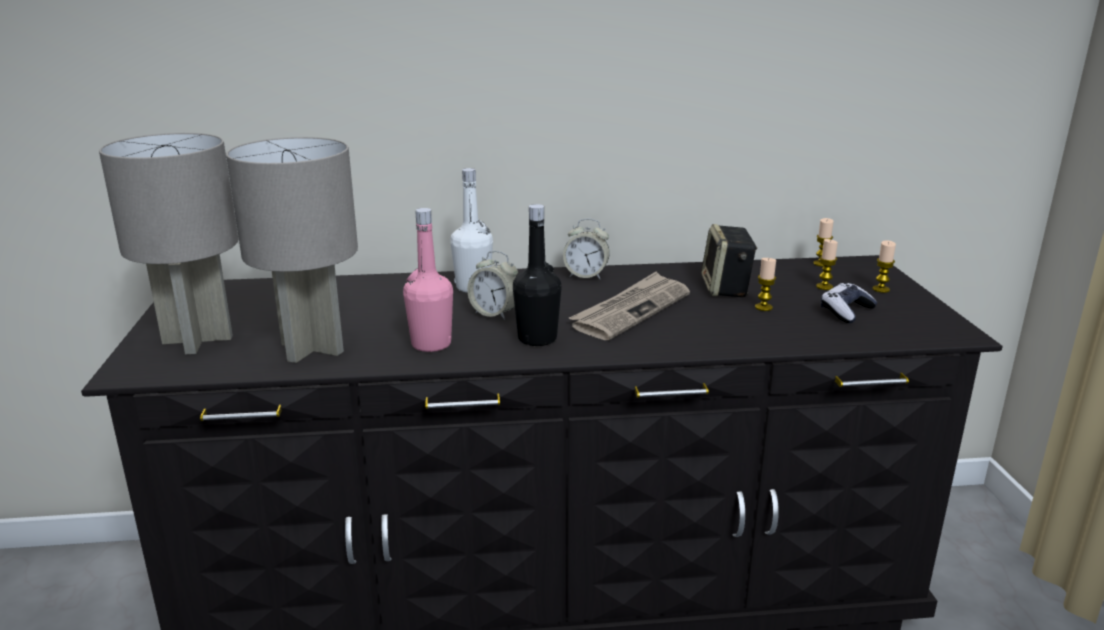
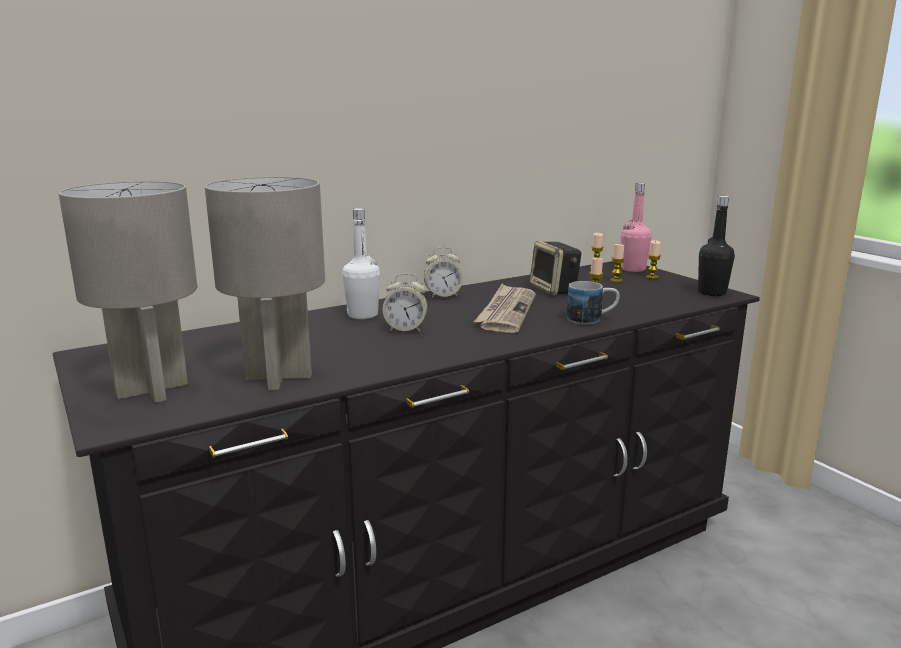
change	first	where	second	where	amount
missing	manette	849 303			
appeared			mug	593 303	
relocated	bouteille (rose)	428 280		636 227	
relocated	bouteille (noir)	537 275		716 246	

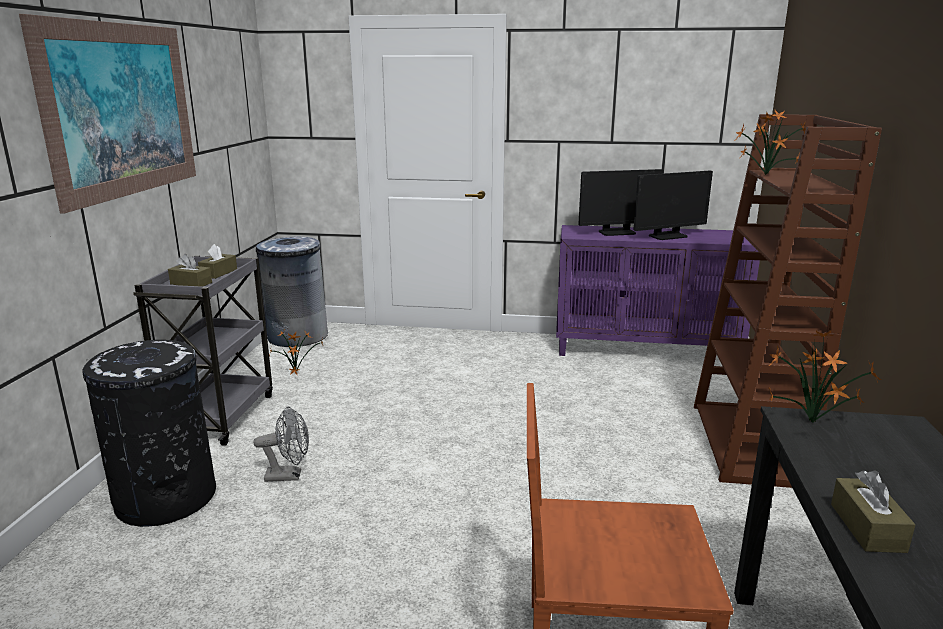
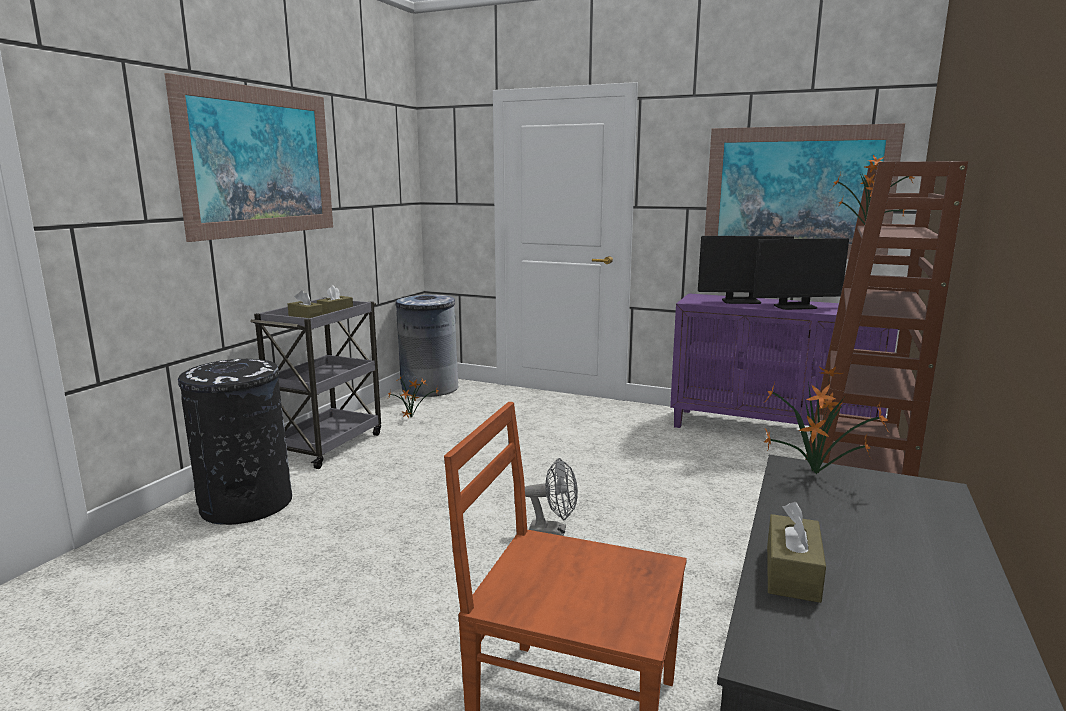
change	first	where	second	where	amount
appeared			tableau	805 191	
relocated	ventilateur (gris)	281 444		551 497	

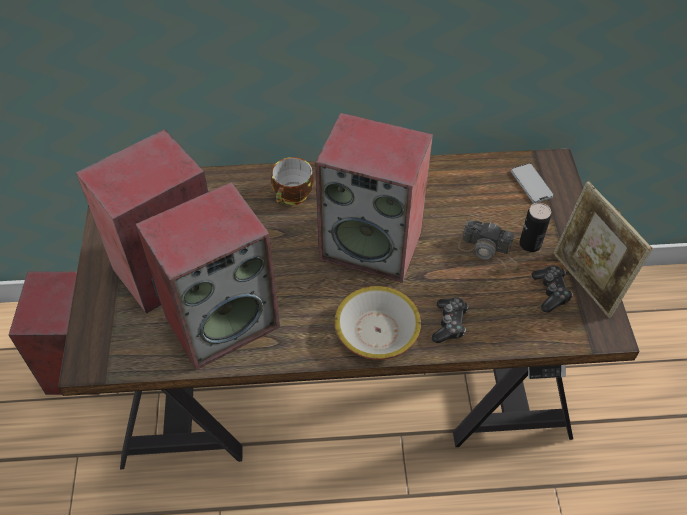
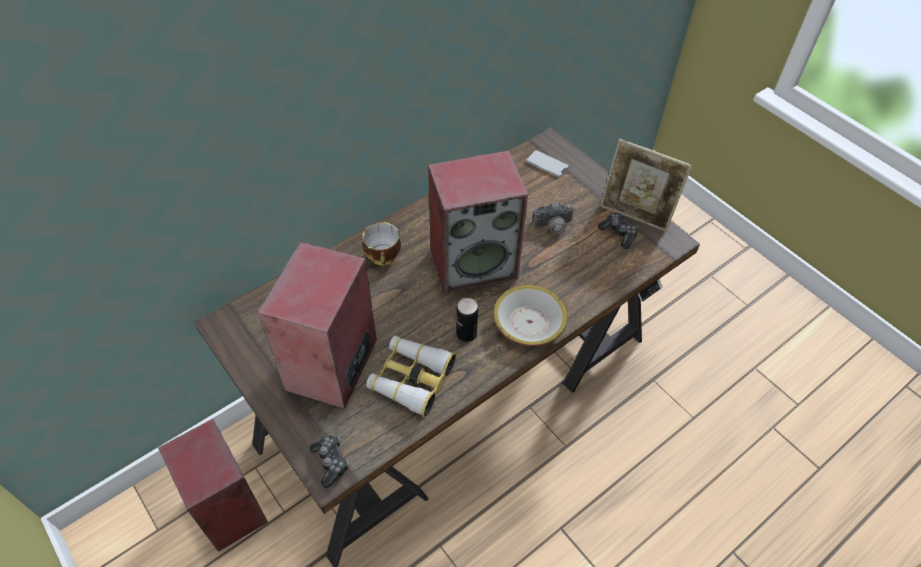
change	first	where	second	where	amount
relocated	manette	450 320		329 461	
relocated	boîte métallique	535 227		467 320	
exchanged	enceinte	207 276	jumelles	411 376	

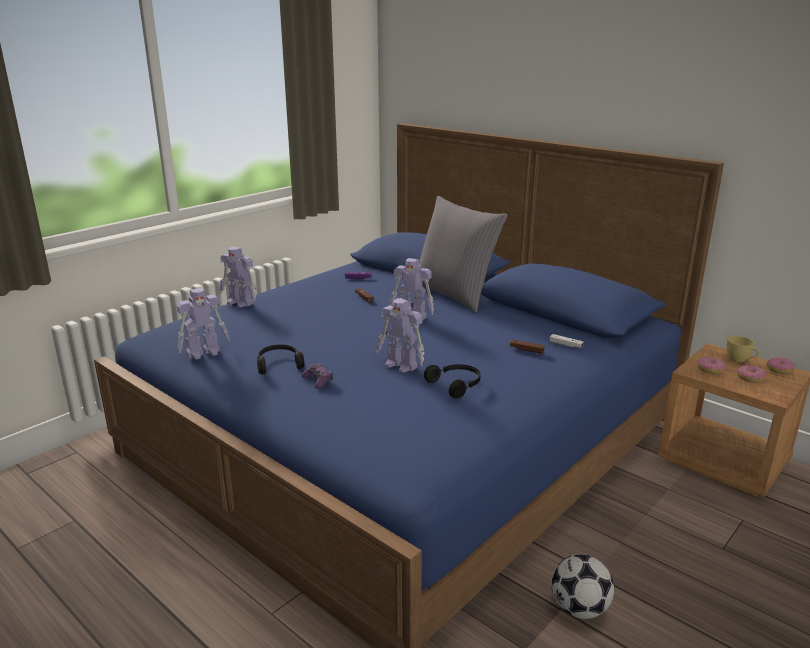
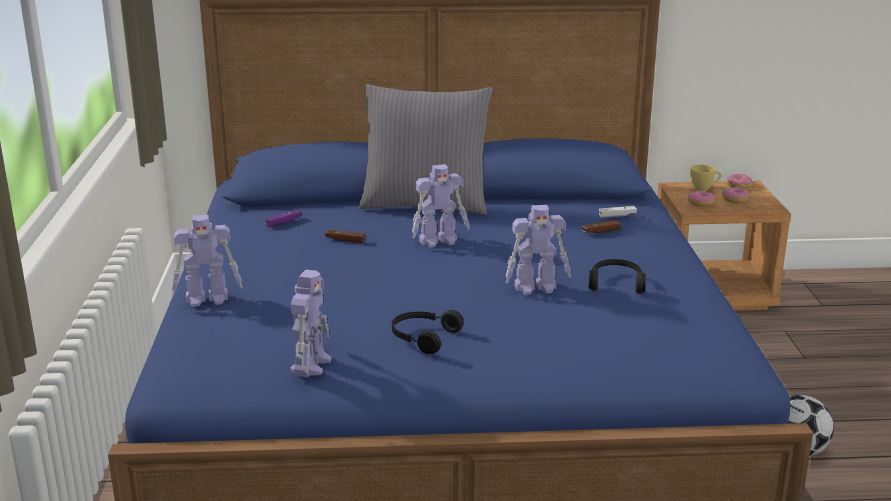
change	first	where	second	where	amount
missing	manette (violet)	317 376			

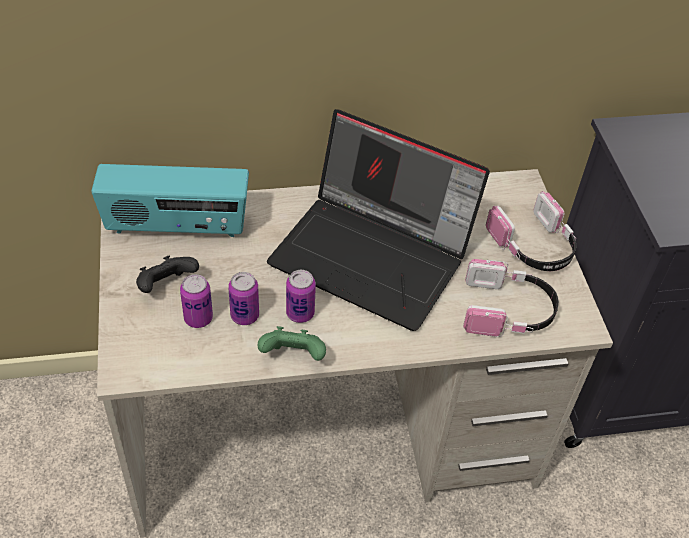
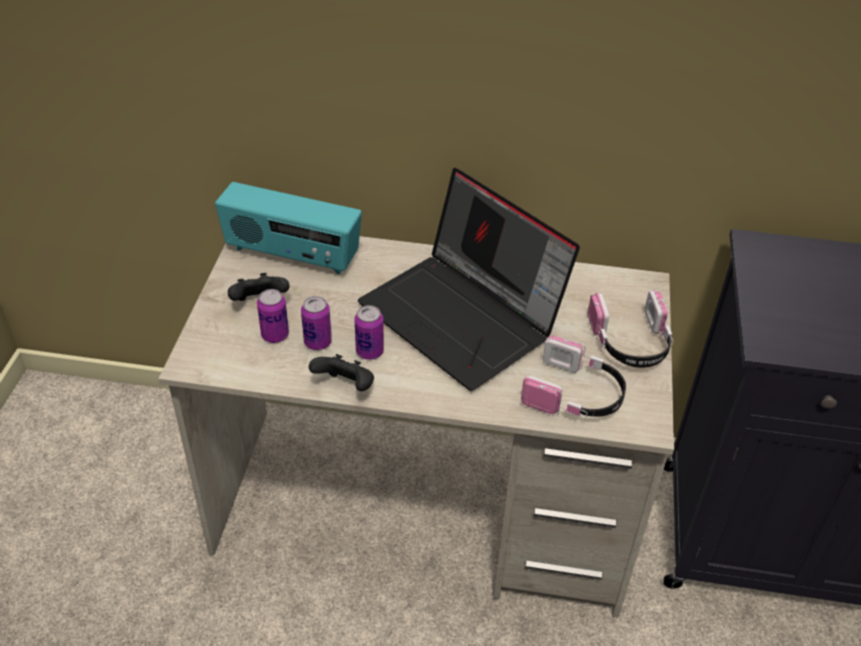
change	first	where	second	where	amount
colour	manette (vert)	291 343	manette (noir)	341 372	

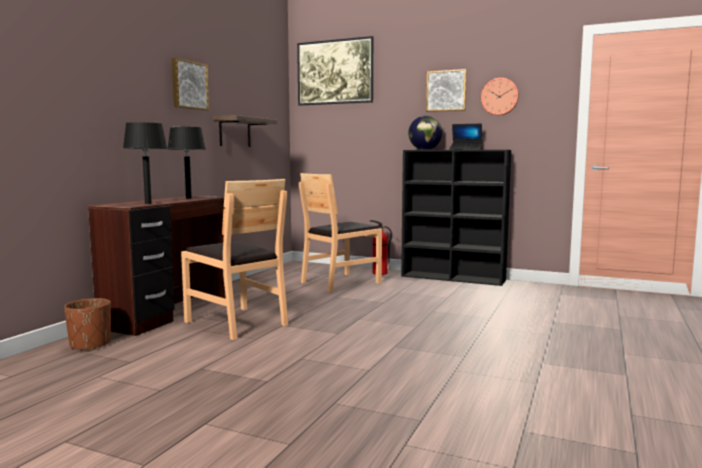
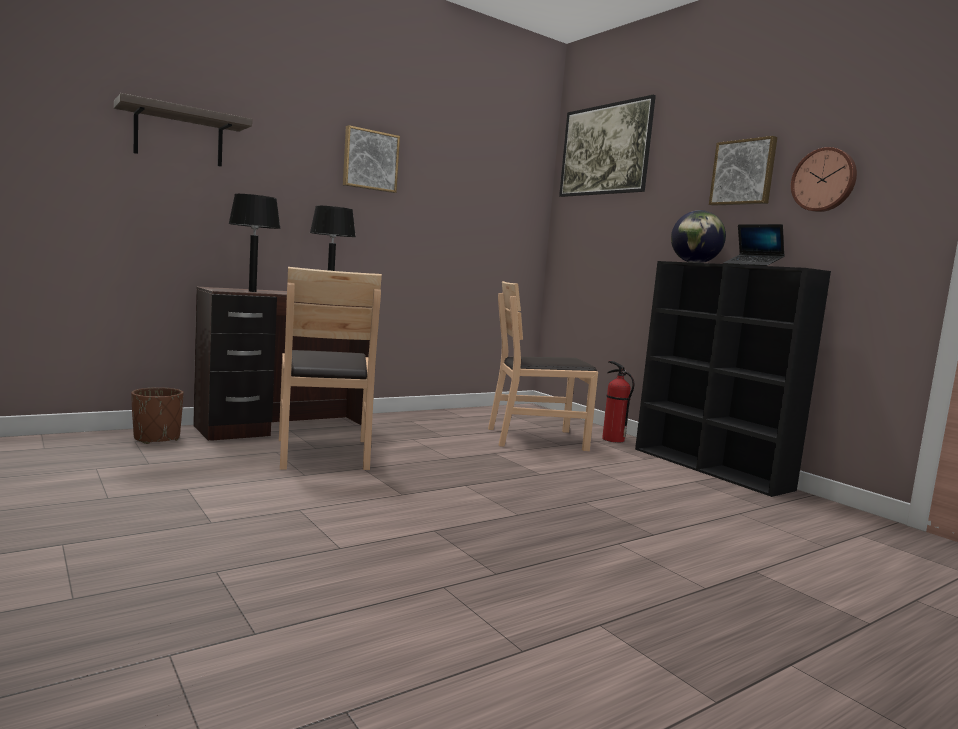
change	first	where	second	where	amount
relocated	étagère	244 131		183 130	

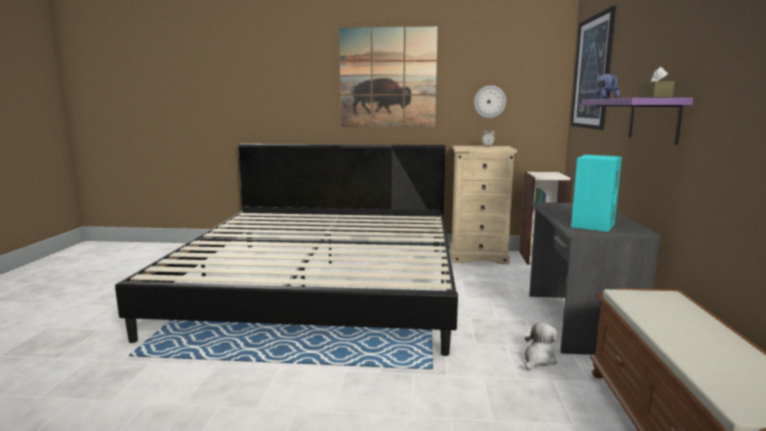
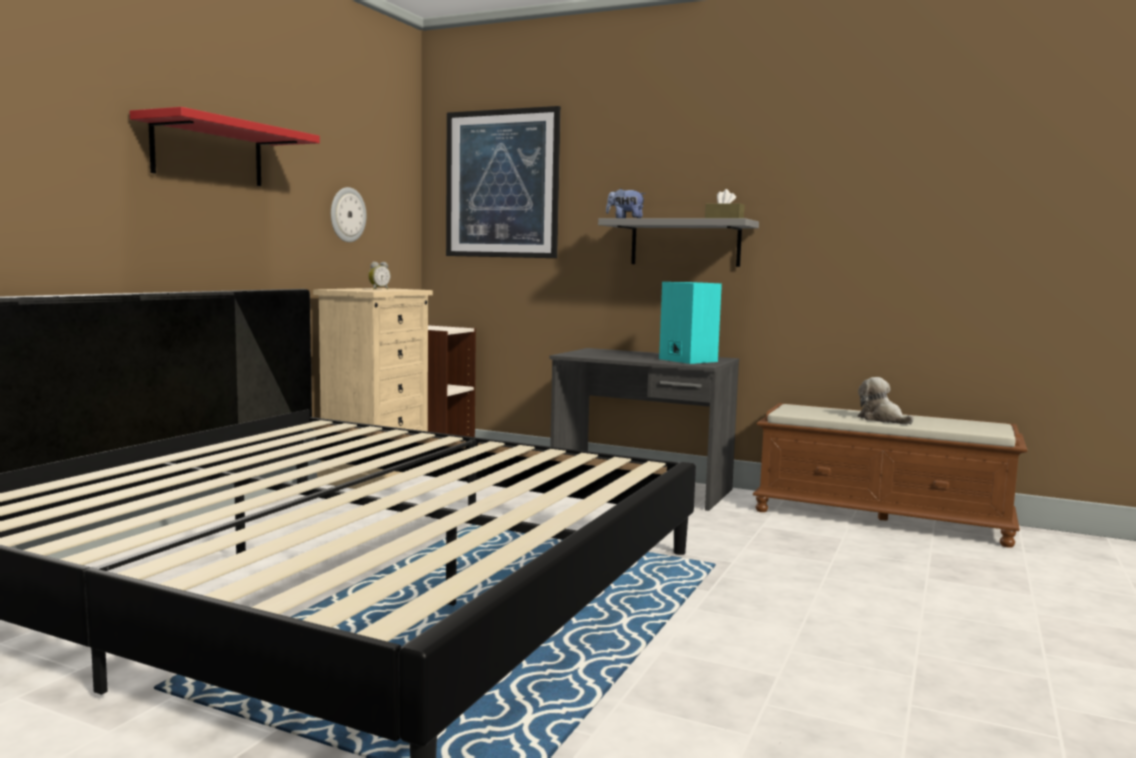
change	first	where	second	where	amount
relocated	peluche	541 346		885 400	
exchanged	tableau	388 76	étagère (rouge)	224 146	
colour	étagère (violet)	637 121	étagère (gris)	678 242	

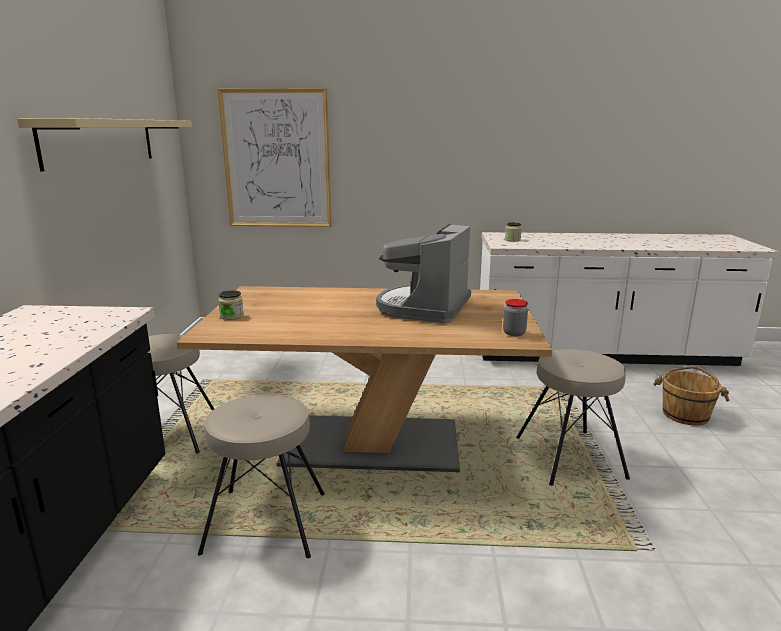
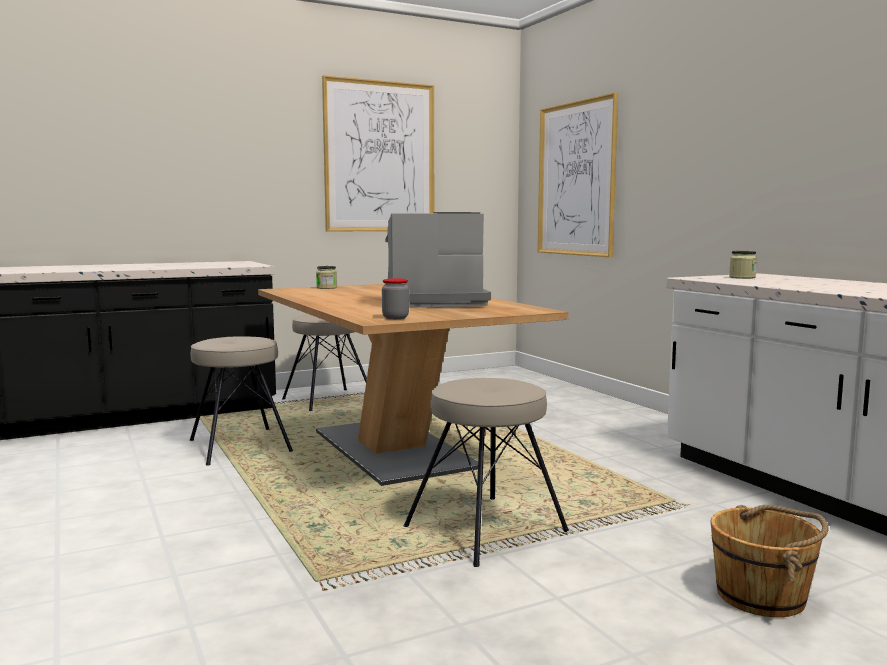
change	first	where	second	where	amount
exchanged	étagère (beige)	104 145	tableau	378 153	

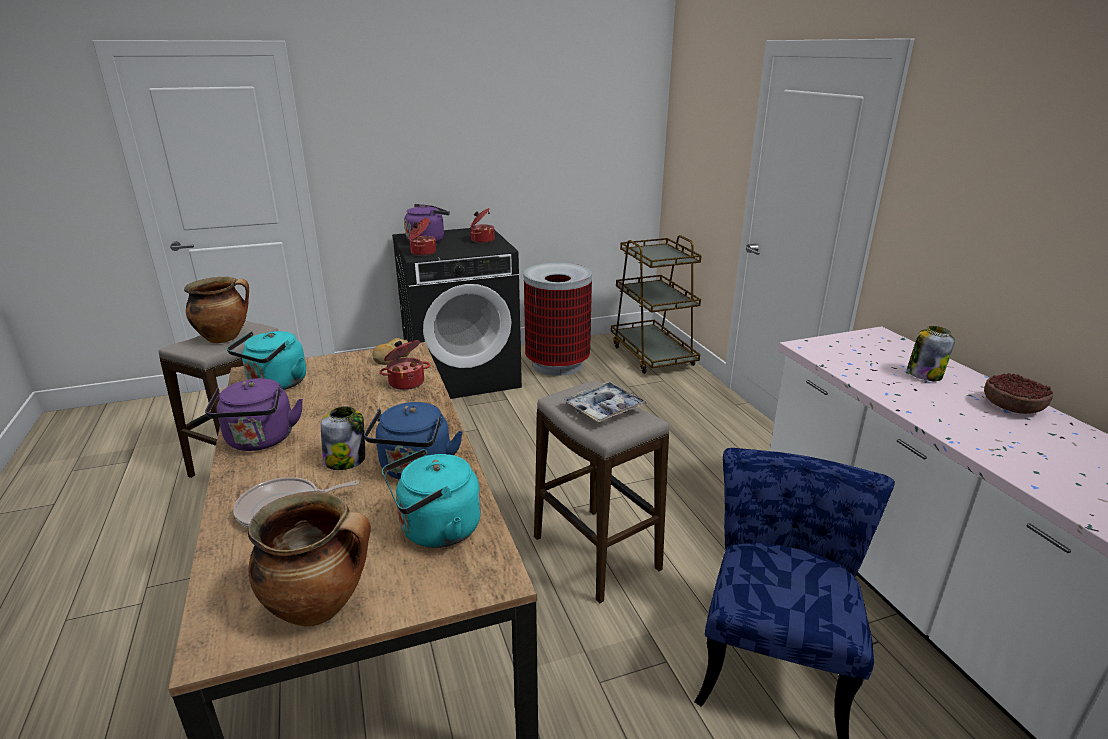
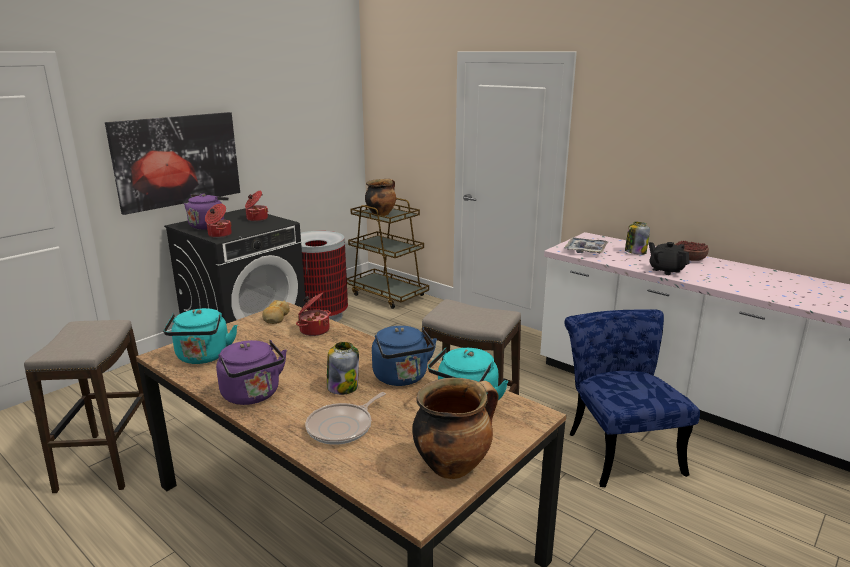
change	first	where	second	where	amount
appeared			tableau	172 163	
appeared			théière (noir)	669 258	
relocated	marmite	216 310		380 197	
relocated	plateau	605 402		586 245	

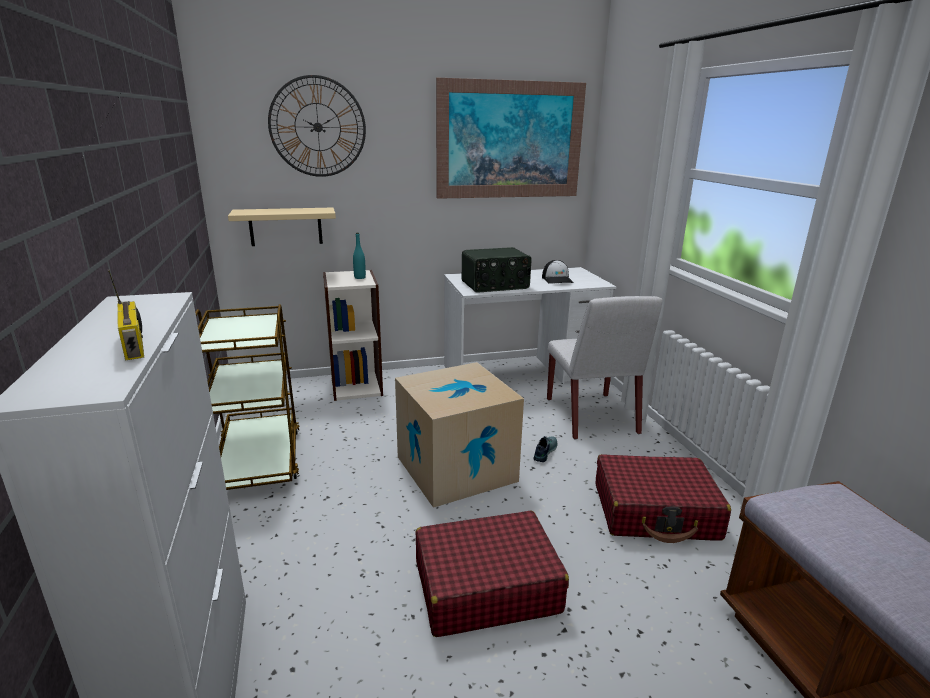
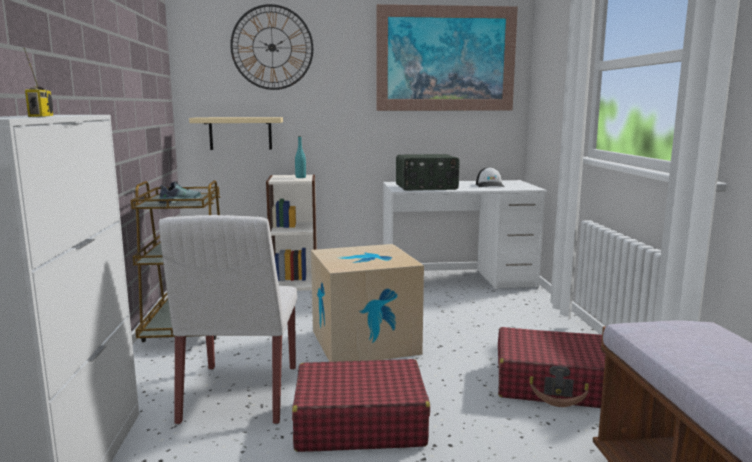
change	first	where	second	where	amount
relocated	chaussure	545 449		180 192	
relocated	chaise (blanc)	604 368		228 320	

